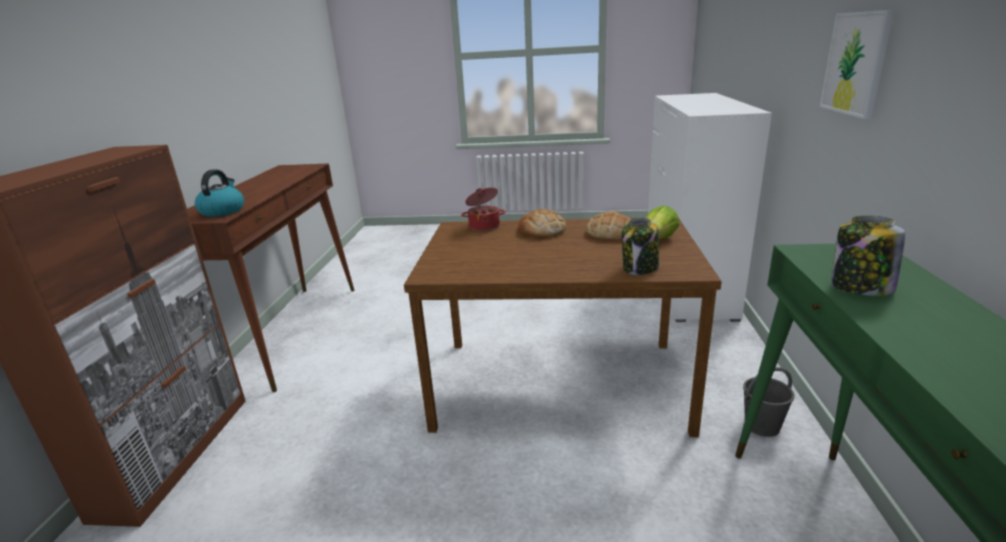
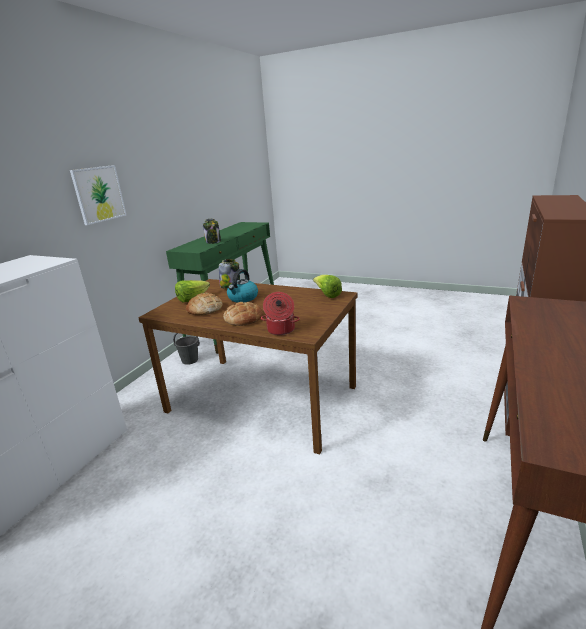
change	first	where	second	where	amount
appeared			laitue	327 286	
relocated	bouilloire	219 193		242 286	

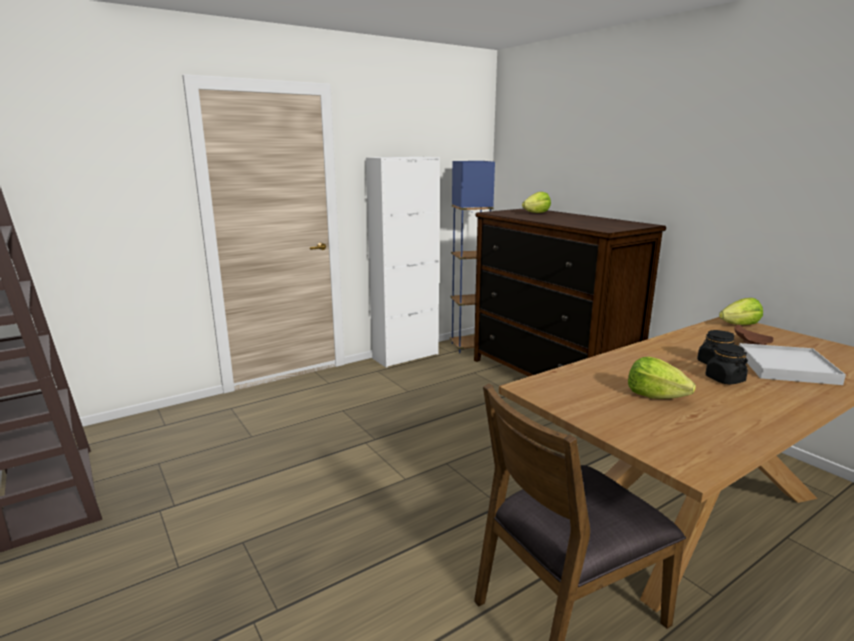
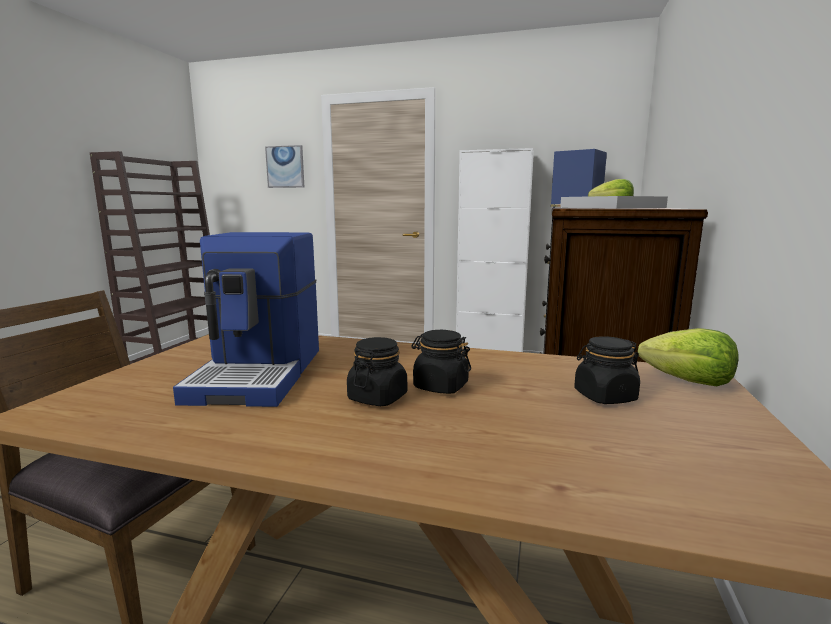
change	first	where	second	where	amount
appeared			tableau	284 166	
relocated	plateau (blanc)	792 364		614 202	
exchanged	laitue	662 378	machine à café	246 319	
exchanged	assiette (marron)	754 335	bocal (noir)	607 370	

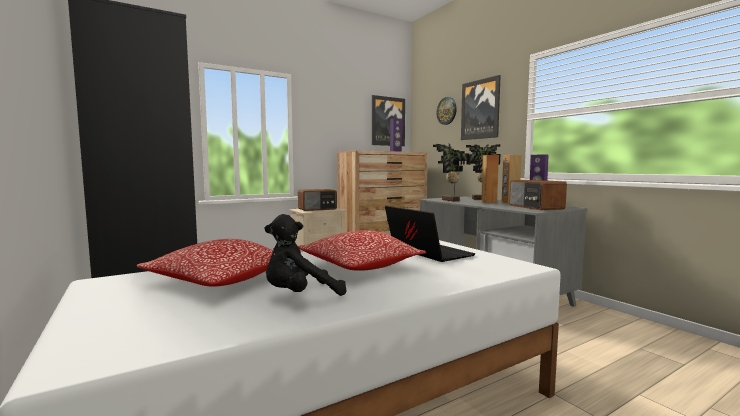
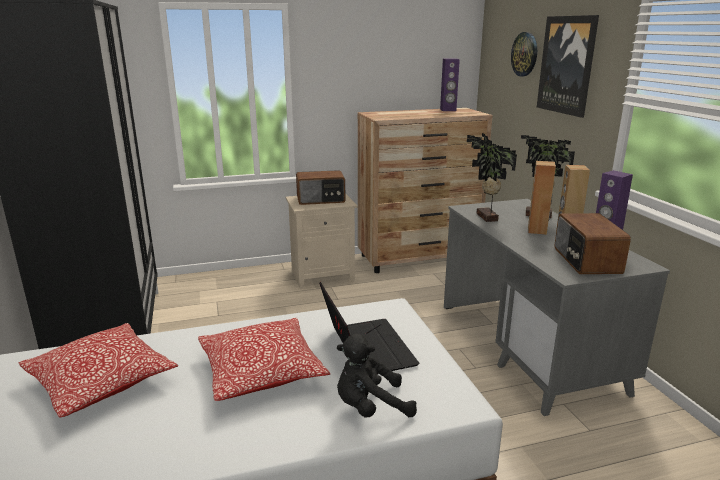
change	first	where	second	where	amount
missing	tableau	388 120			
relocated	peluche (noir)	305 255		377 375	

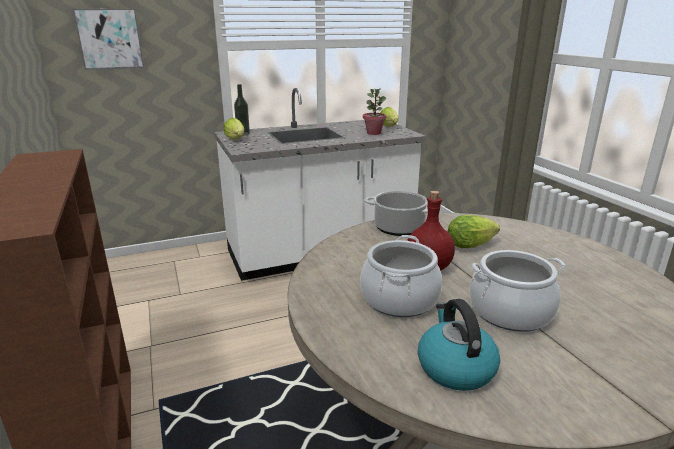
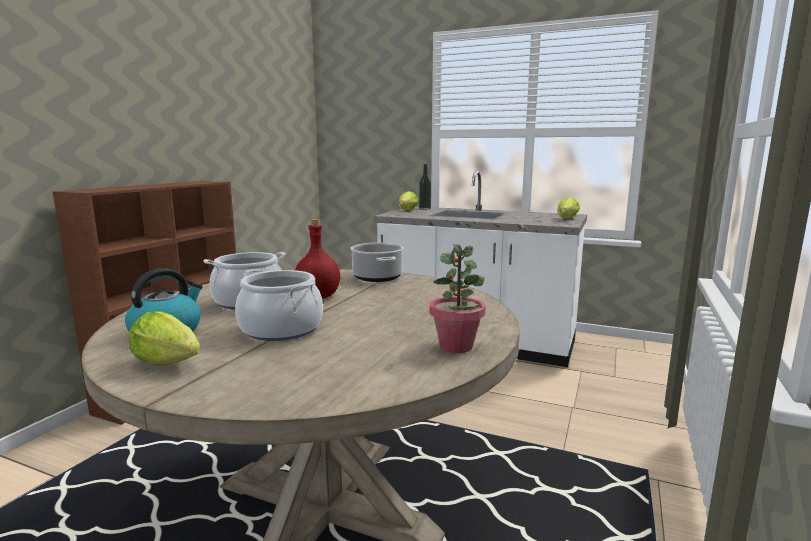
change	first	where	second	where	amount
missing	tableau	108 39			
relocated	plante en pot	374 111		457 298	
relocated	laitue	474 231		164 338	

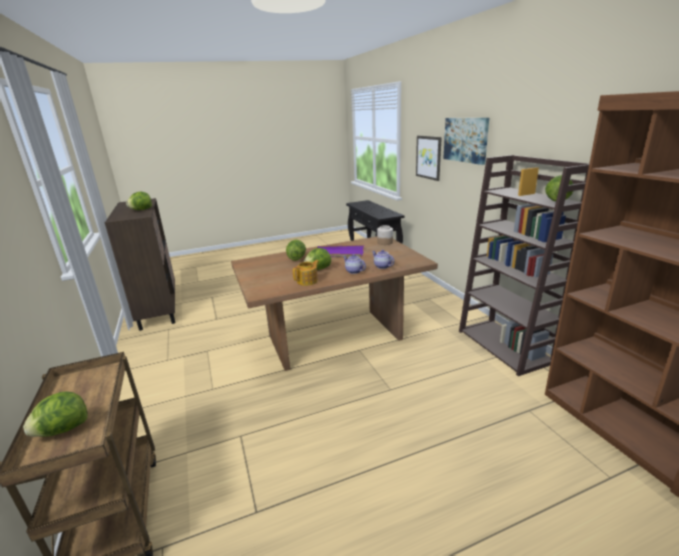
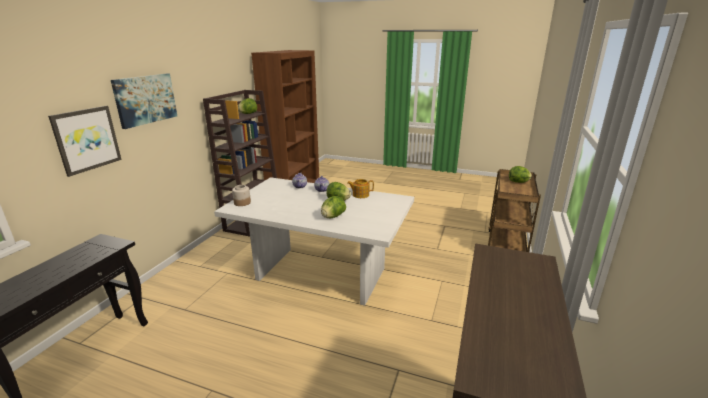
change	first	where	second	where	amount
missing	laitue	139 201			
missing	plateau (violet)	340 251			
colour	table à manger (marron)	334 304	table à manger (blanc)	314 241	

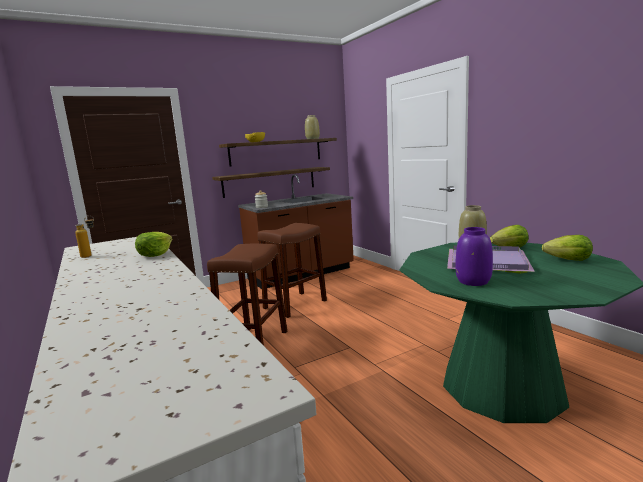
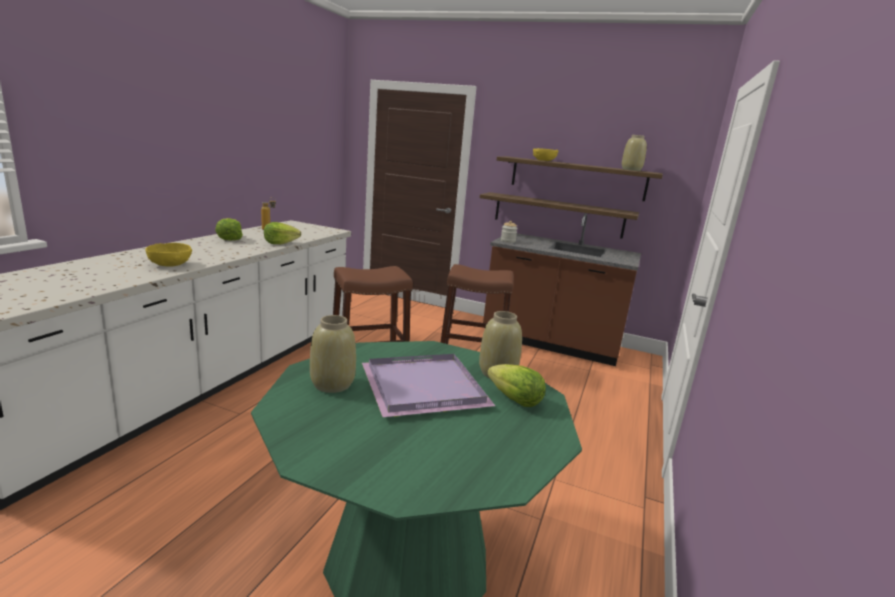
change	first	where	second	where	amount
appeared			bol (jaune)	168 255	
relocated	laitue	567 248		229 229	
colour	vase (violet)	474 256	vase (beige)	333 354	

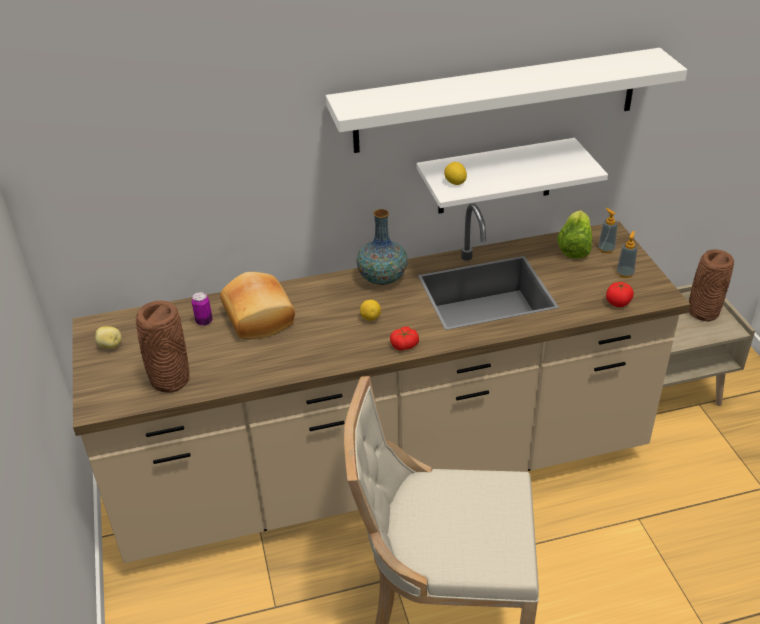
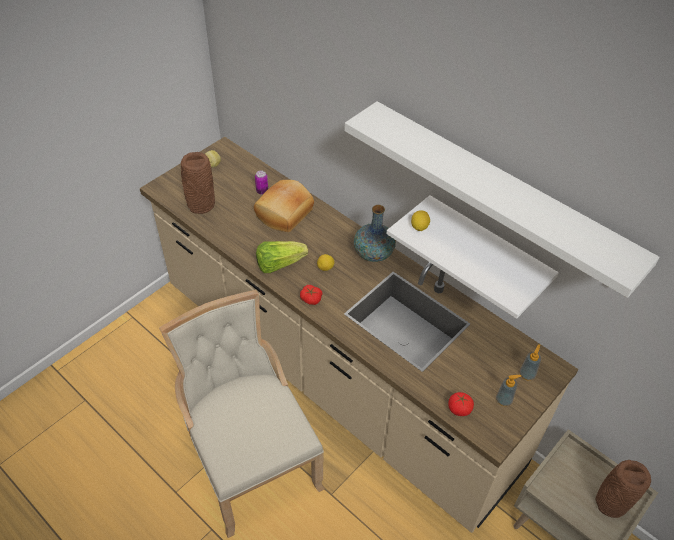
change	first	where	second	where	amount
relocated	laitue	574 234		282 257	

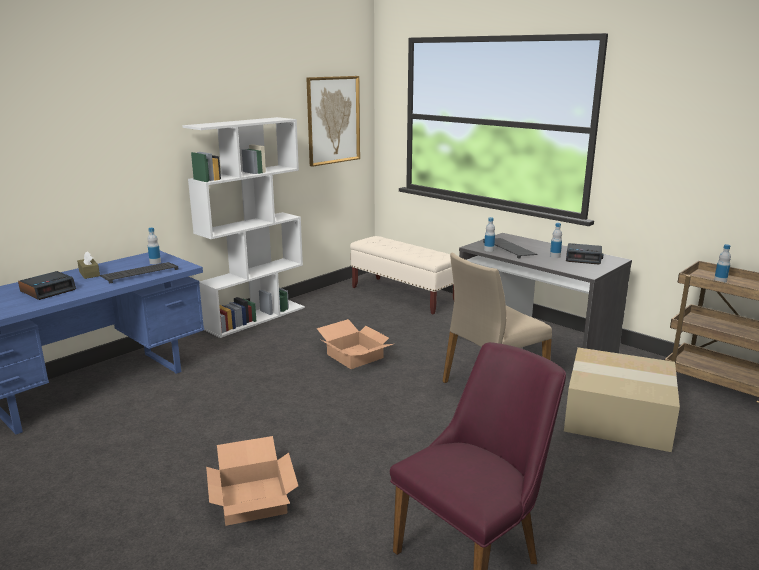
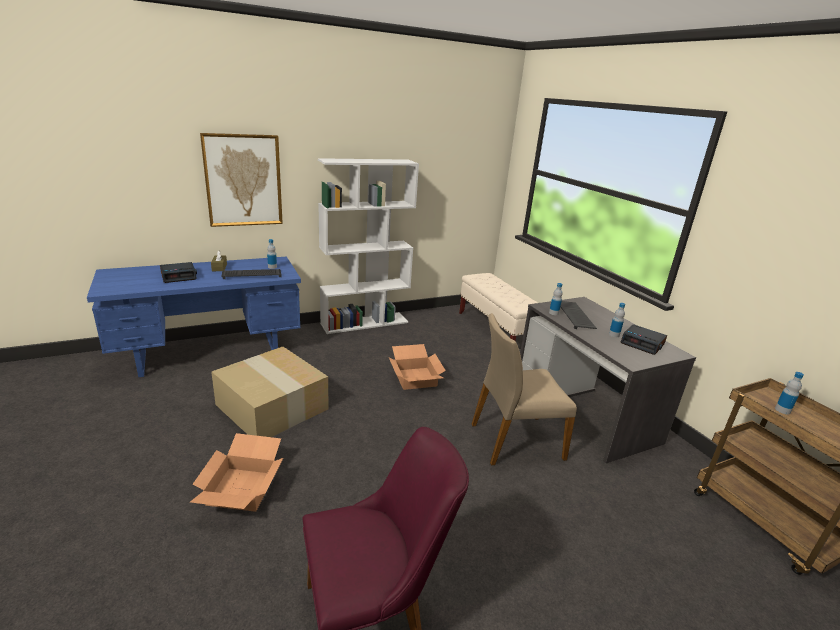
change	first	where	second	where	amount
relocated	tableau	333 121		241 180	
relocated	carton	622 399		270 392	

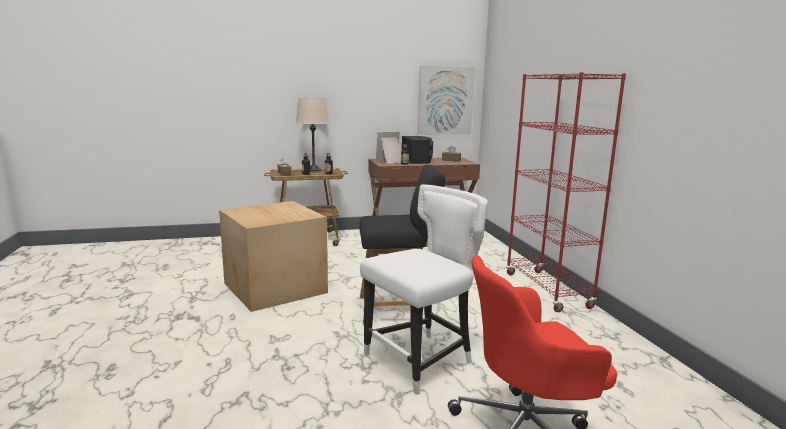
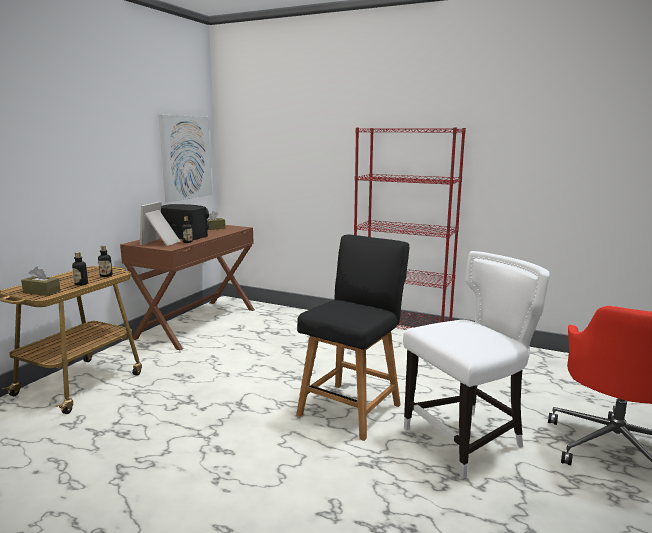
change	first	where	second	where	amount
missing	carton	273 256			
missing	lampe de table (beige)	313 134			
spun	chaise (blanc)	424 289		476 365	60 degrees clockwise

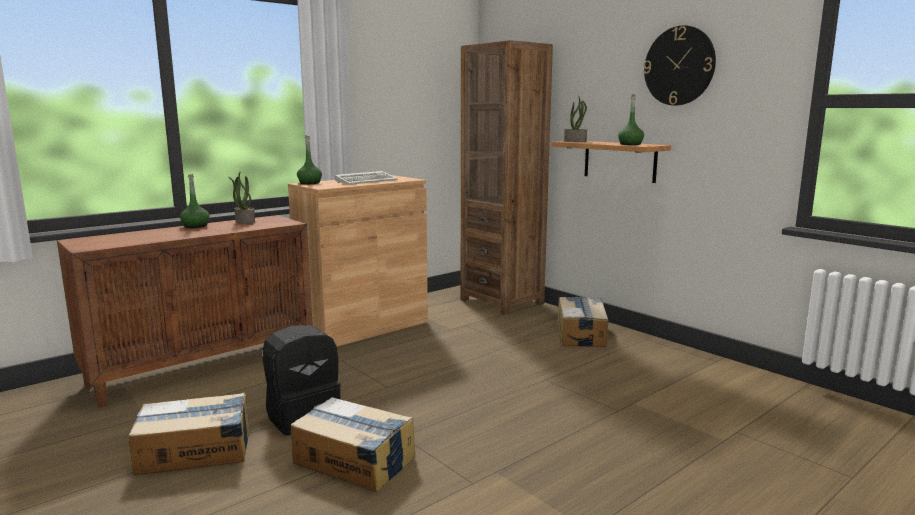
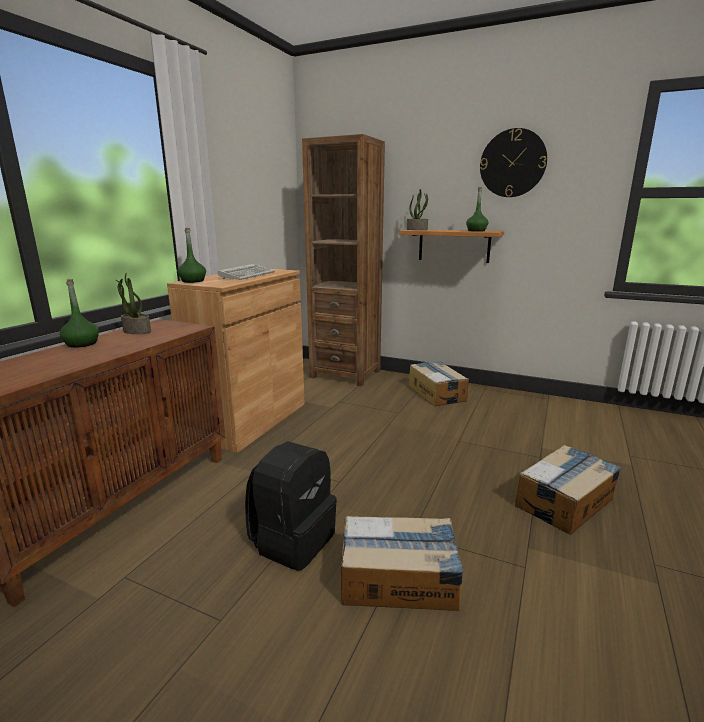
change	first	where	second	where	amount
relocated	carton	188 433		568 490	

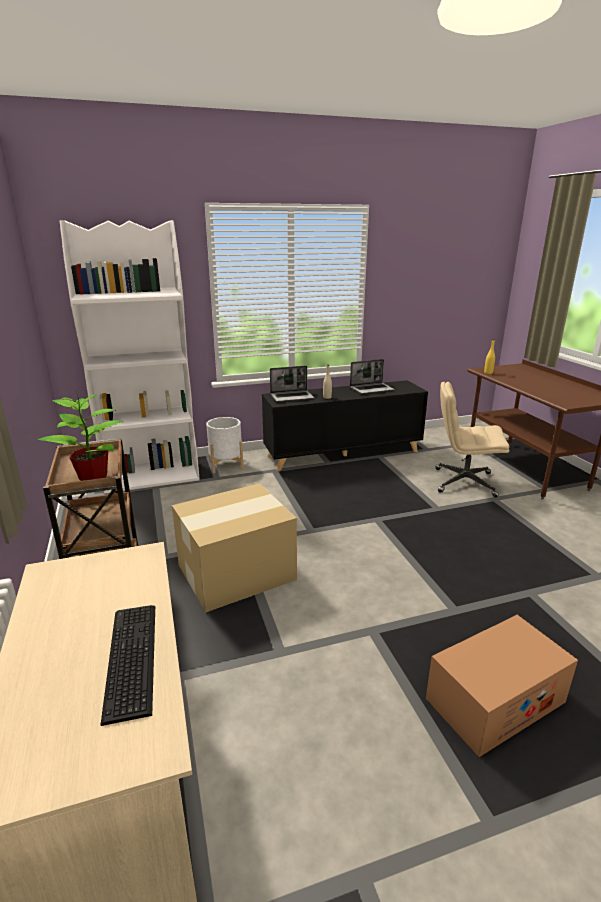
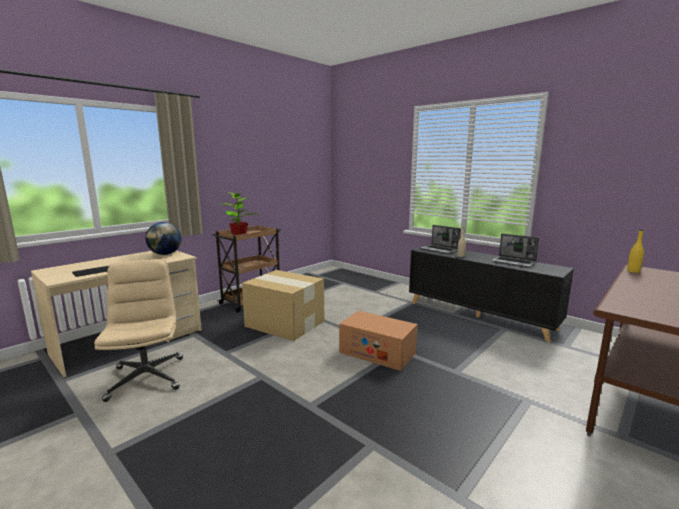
change	first	where	second	where	amount
missing	bibliothèque (blanc)	130 356			
missing	cache-pot (blanc)	225 445			
appeared			globe	163 238	
relocated	carton	502 686		378 341	
relocated	chaise de bureau (beige)	472 439		138 330	

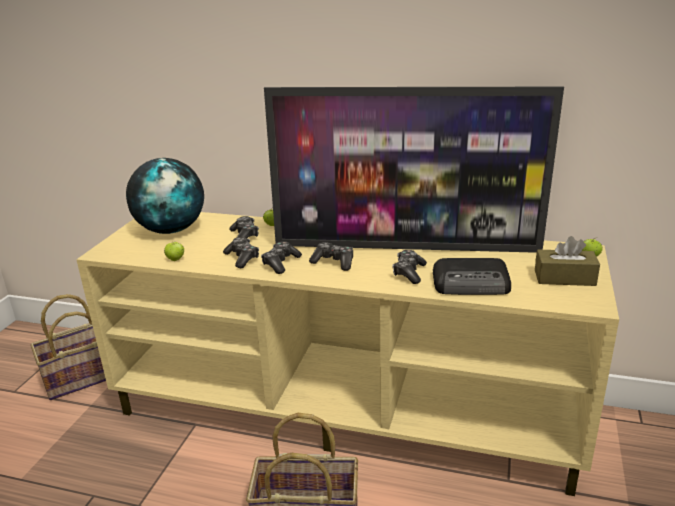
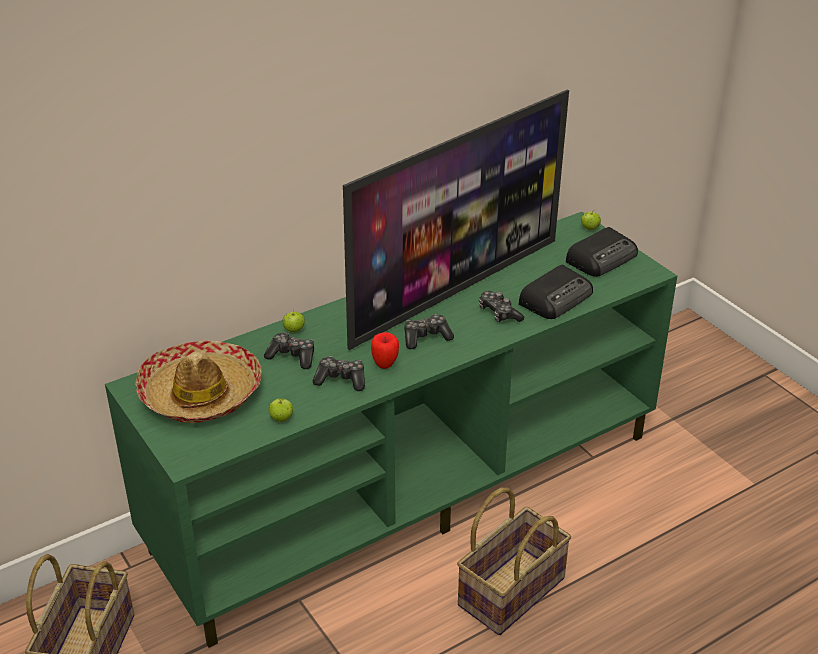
change	first	where	second	where	amount
exchanged	globe	165 196	chapeau	198 381	
exchanged	manette	281 257	pomme	385 350	
exchanged	boîte à mouchoirs (marron)	567 261	radio	602 252	
colour	meuble télé (beige)	347 354	meuble télé (vert)	391 430	

